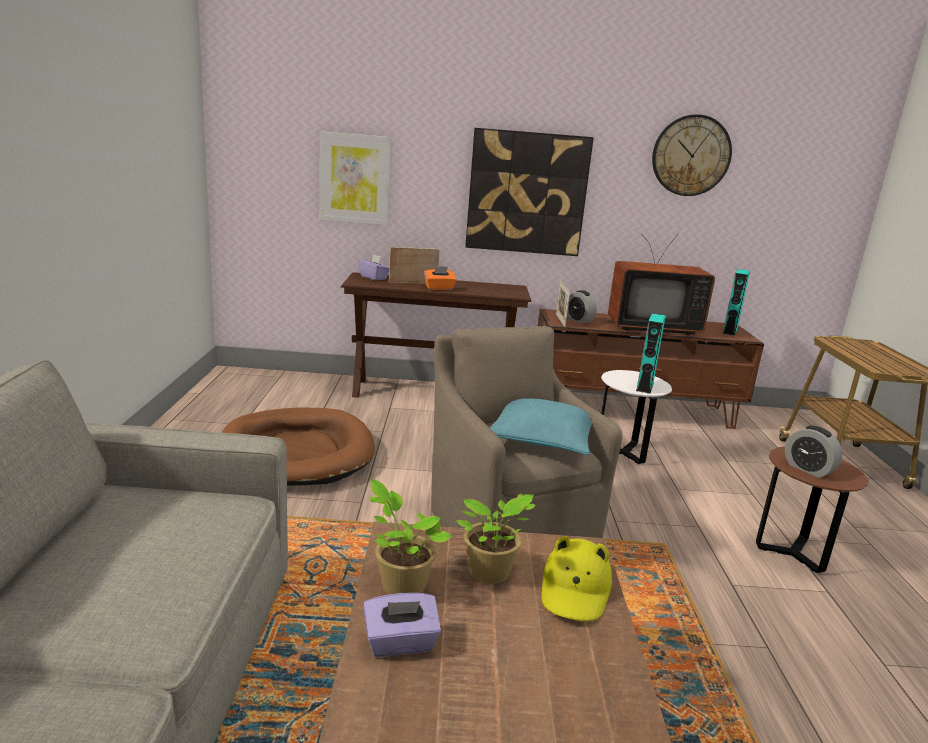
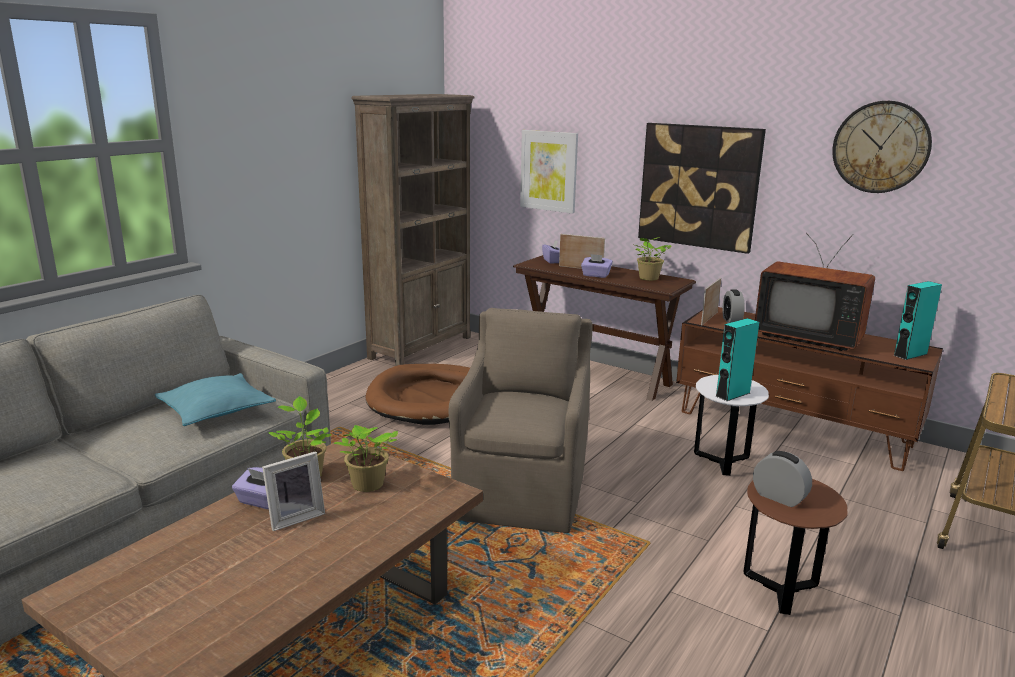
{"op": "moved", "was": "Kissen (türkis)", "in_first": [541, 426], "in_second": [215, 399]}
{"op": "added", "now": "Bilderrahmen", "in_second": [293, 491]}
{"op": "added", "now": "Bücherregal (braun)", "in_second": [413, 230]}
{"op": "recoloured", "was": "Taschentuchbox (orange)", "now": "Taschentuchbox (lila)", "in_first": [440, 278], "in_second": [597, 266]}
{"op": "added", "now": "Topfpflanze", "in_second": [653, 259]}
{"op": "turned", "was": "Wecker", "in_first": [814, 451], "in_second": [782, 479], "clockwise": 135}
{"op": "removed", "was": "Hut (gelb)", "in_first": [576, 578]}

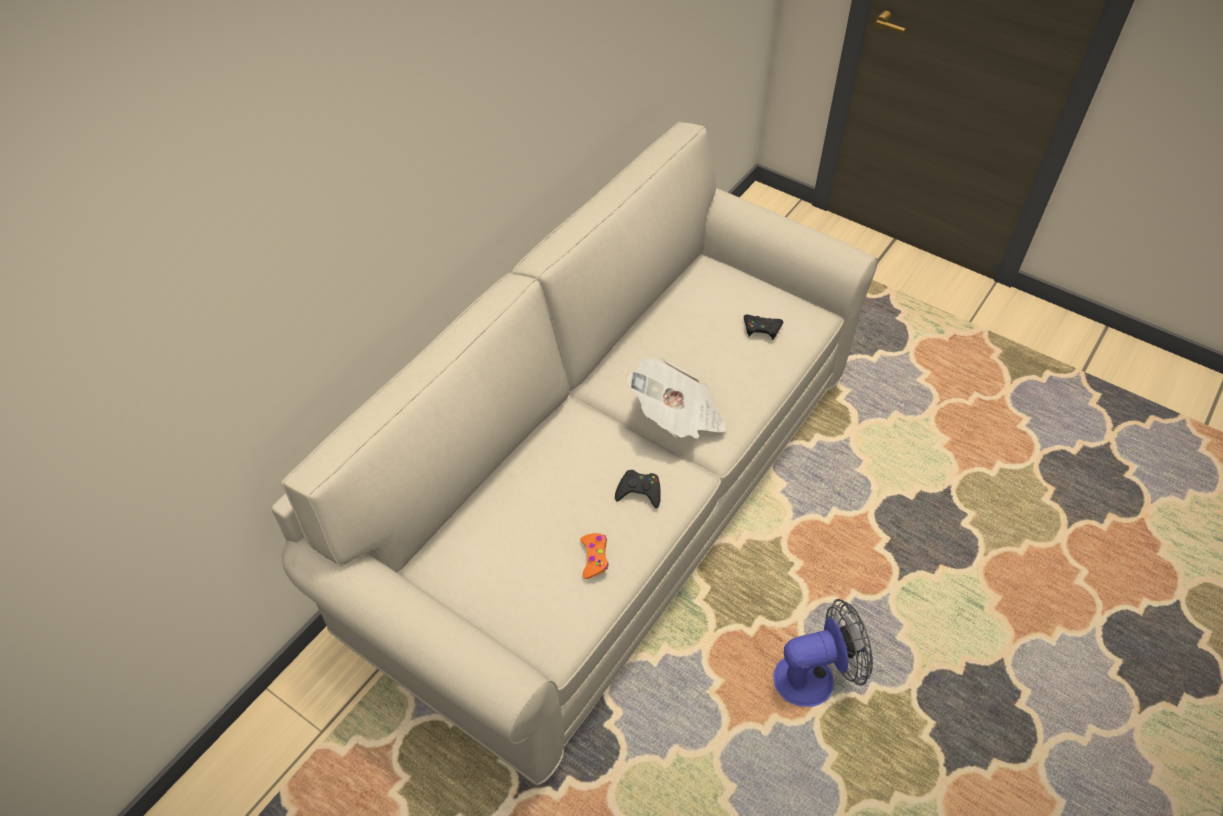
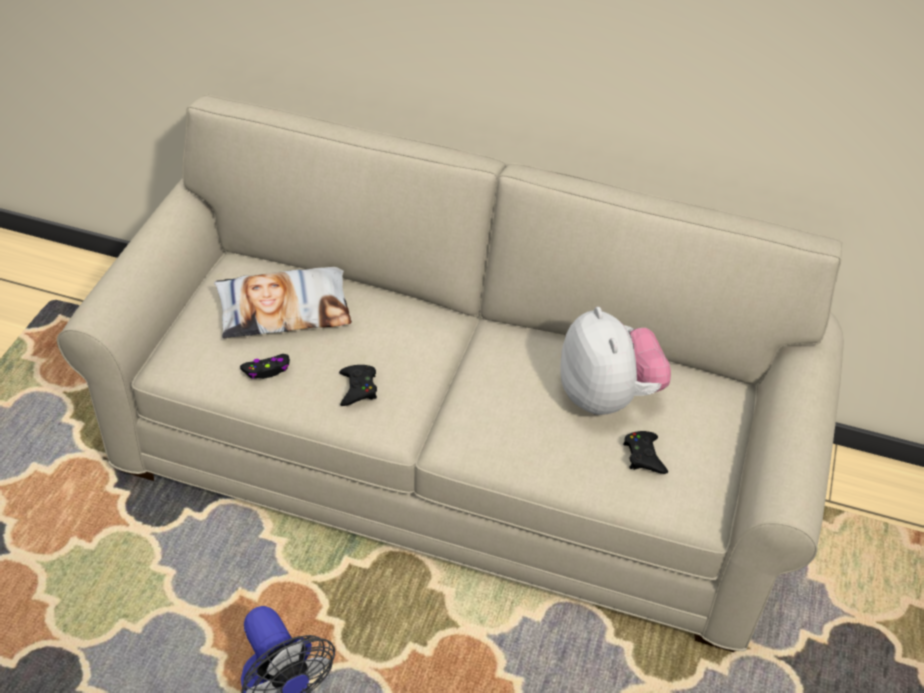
{"op": "added", "now": "Kissen", "in_second": [283, 302]}
{"op": "recoloured", "was": "Gamepad (orange)", "now": "Gamepad (schwarz)", "in_first": [594, 556], "in_second": [265, 366]}
{"op": "added", "now": "Plüschtier", "in_second": [615, 361]}
{"op": "removed", "was": "Zeitung", "in_first": [676, 398]}

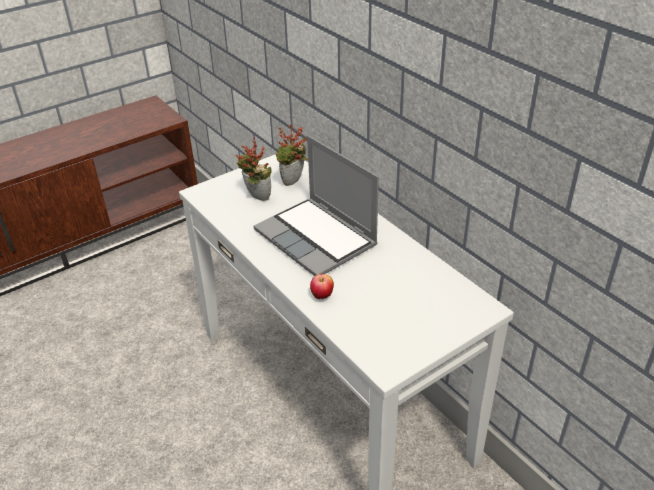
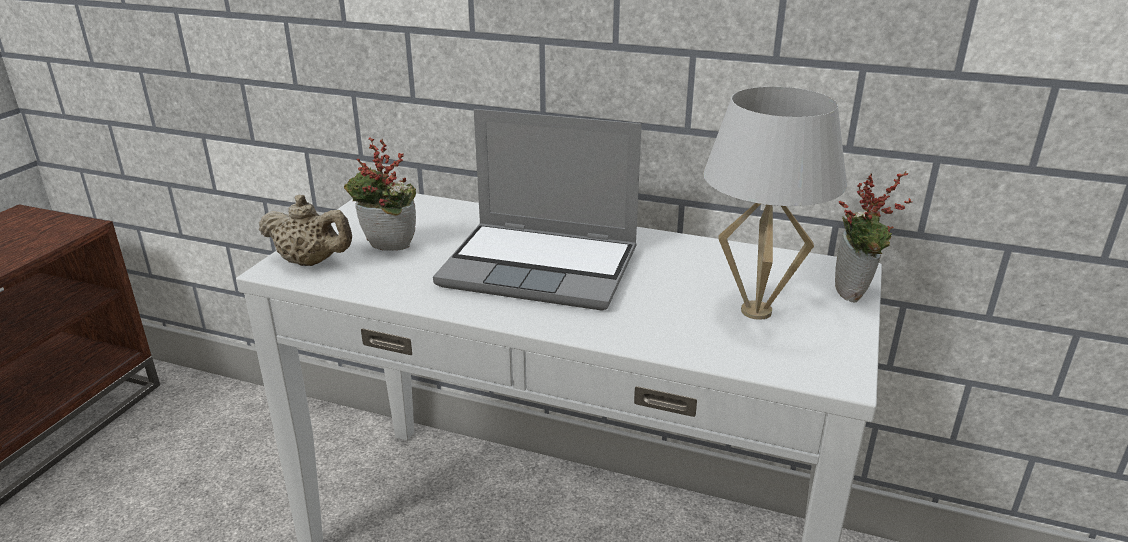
{"op": "added", "now": "Teekanne (beige)", "in_second": [305, 230]}
{"op": "added", "now": "Tischlampe (weiß)", "in_second": [775, 203]}
{"op": "moved", "was": "Topfpflanze", "in_first": [292, 155], "in_second": [873, 237]}
{"op": "removed", "was": "Apfel", "in_first": [322, 286]}

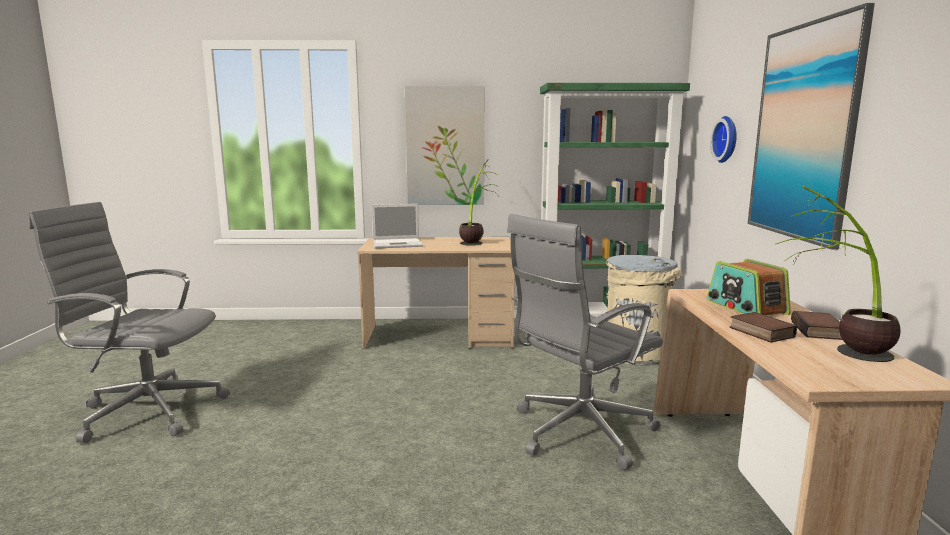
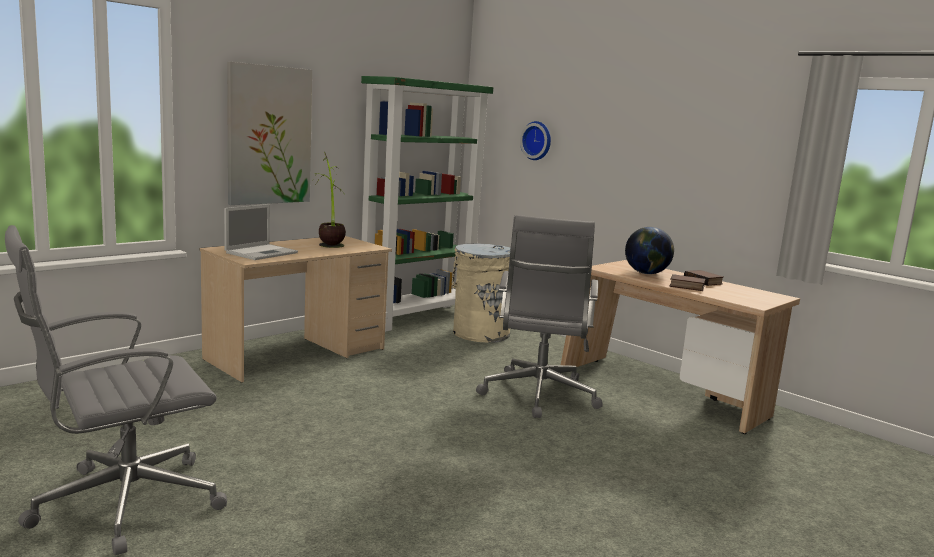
{"op": "replaced", "was": "Radio", "now": "Globus", "in_first": [749, 287], "in_second": [649, 250]}
{"op": "removed", "was": "Bild", "in_first": [811, 126]}
{"op": "removed", "was": "Topfpflanze", "in_first": [838, 274]}

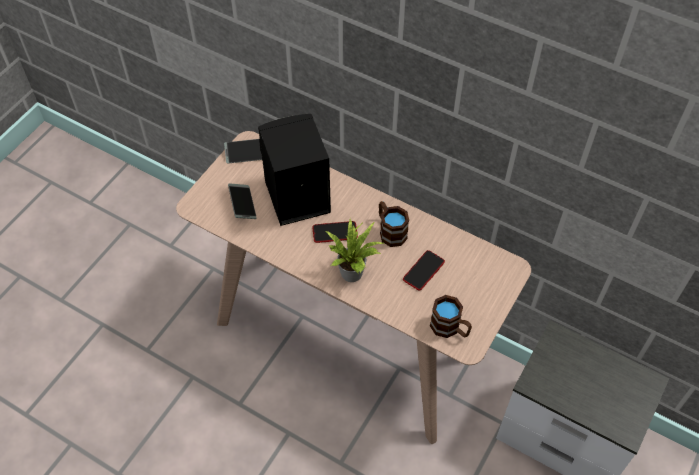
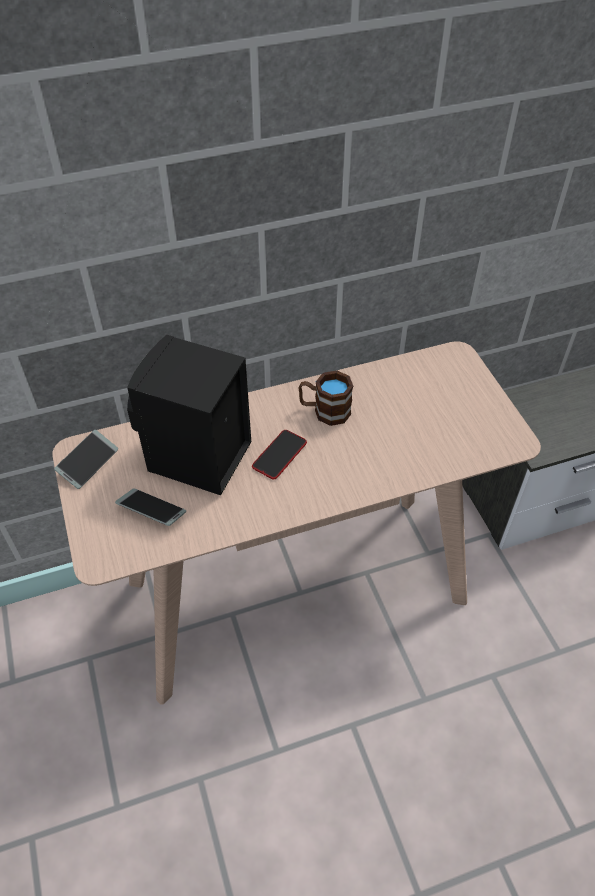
{"op": "removed", "was": "Topfpflanze", "in_first": [354, 250]}
{"op": "removed", "was": "Handy", "in_first": [424, 270]}
{"op": "removed", "was": "Henkelbecher (braun)", "in_first": [451, 316]}

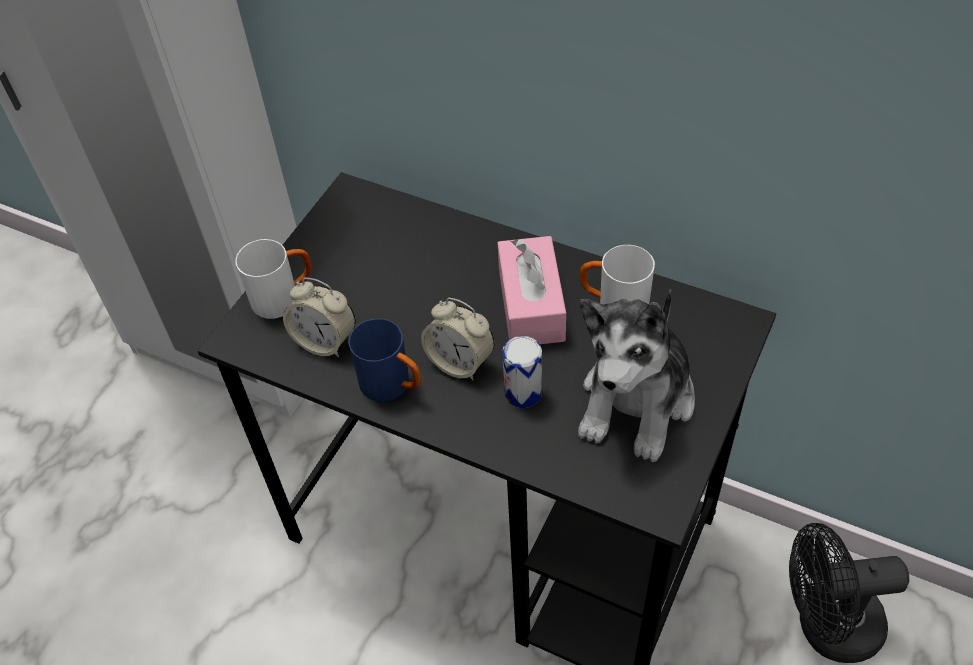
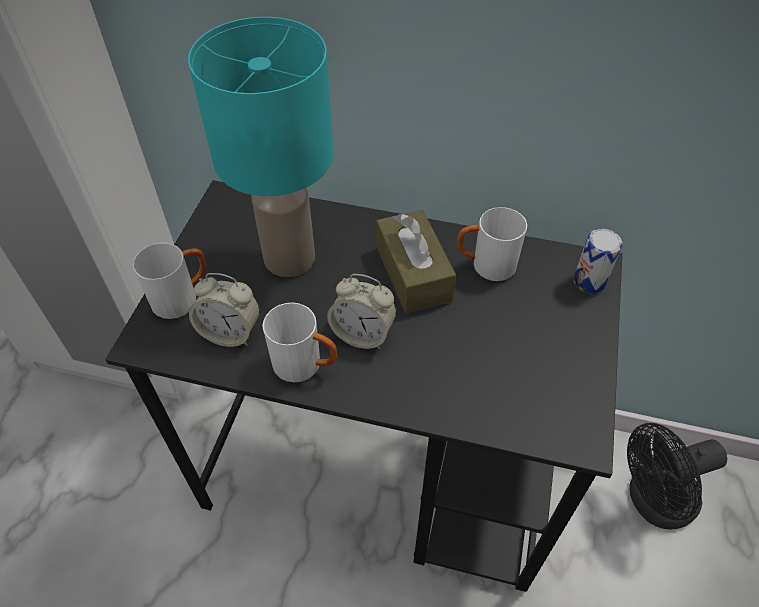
{"op": "added", "now": "Tischlampe (türkis)", "in_second": [260, 147]}
{"op": "recoloured", "was": "Henkelbecher (blau)", "now": "Henkelbecher (weiß)", "in_first": [384, 360], "in_second": [300, 342]}
{"op": "recoloured", "was": "Taschentuchbox (rosa)", "now": "Taschentuchbox (braun)", "in_first": [532, 290], "in_second": [416, 262]}
{"op": "moved", "was": "Dose", "in_first": [522, 372], "in_second": [597, 261]}
{"op": "removed", "was": "Plüschtier", "in_first": [636, 375]}

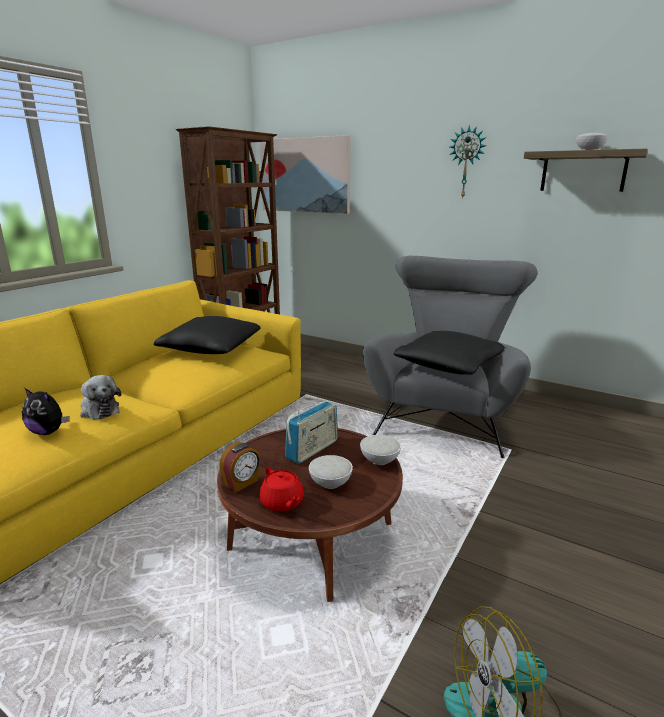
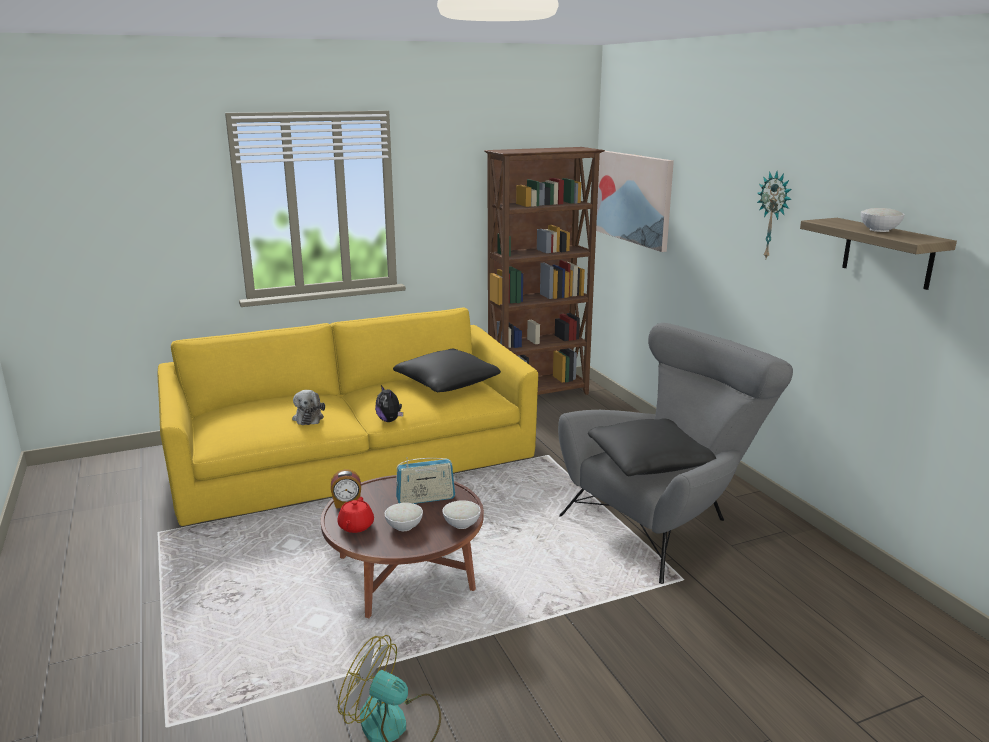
{"op": "moved", "was": "Plüschtier", "in_first": [46, 411], "in_second": [389, 403]}

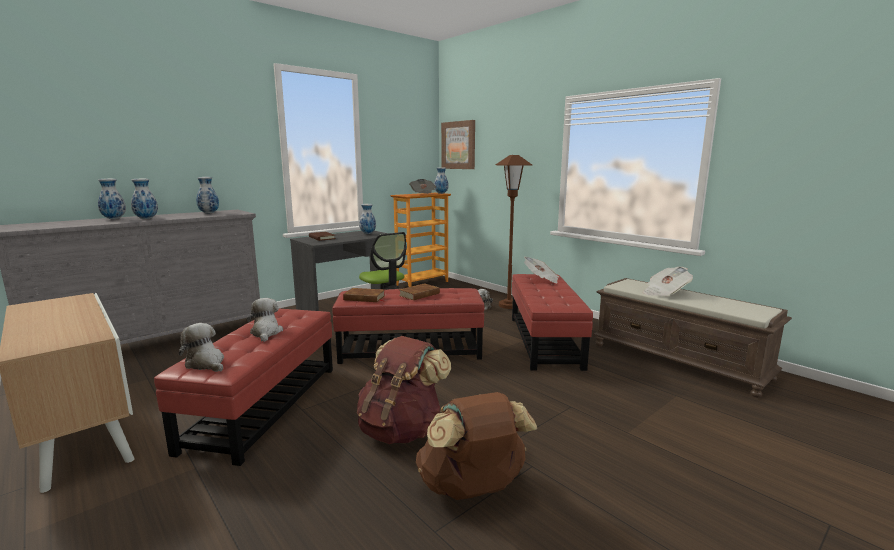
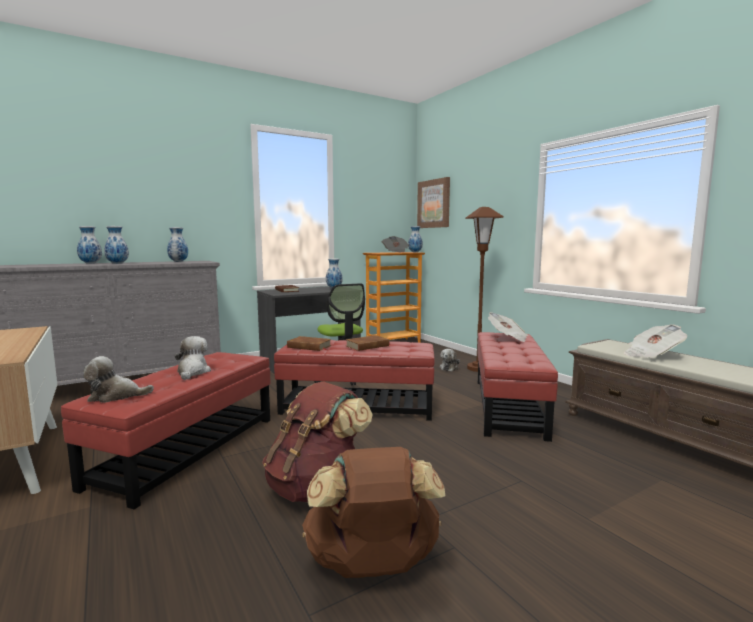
{"op": "turned", "was": "Plüschtier", "in_first": [201, 347], "in_second": [118, 379], "clockwise": -60}

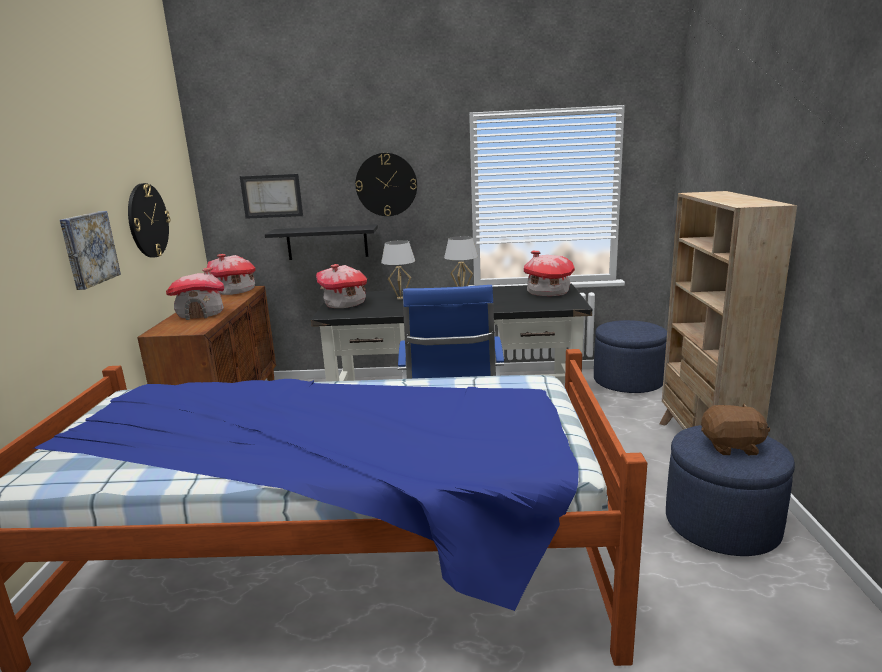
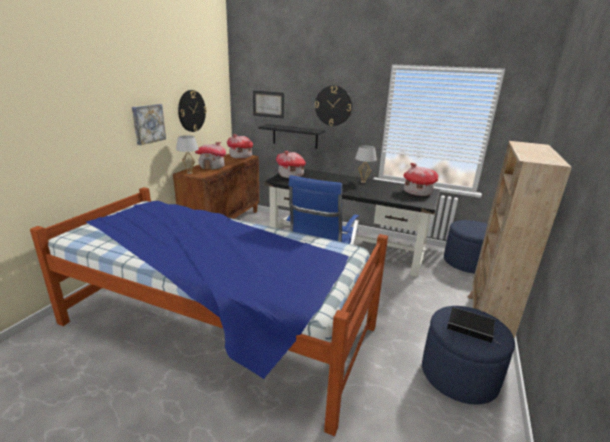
{"op": "moved", "was": "Tischlampe (weiß)", "in_first": [398, 270], "in_second": [187, 154]}
{"op": "replaced", "was": "Plüschtier (braun)", "now": "Buch", "in_first": [735, 429], "in_second": [474, 326]}

